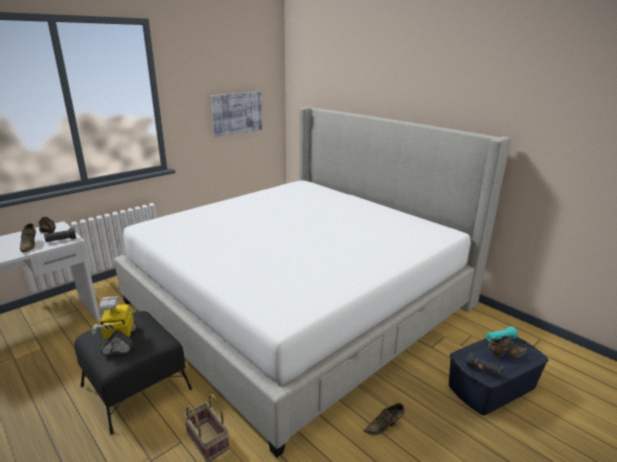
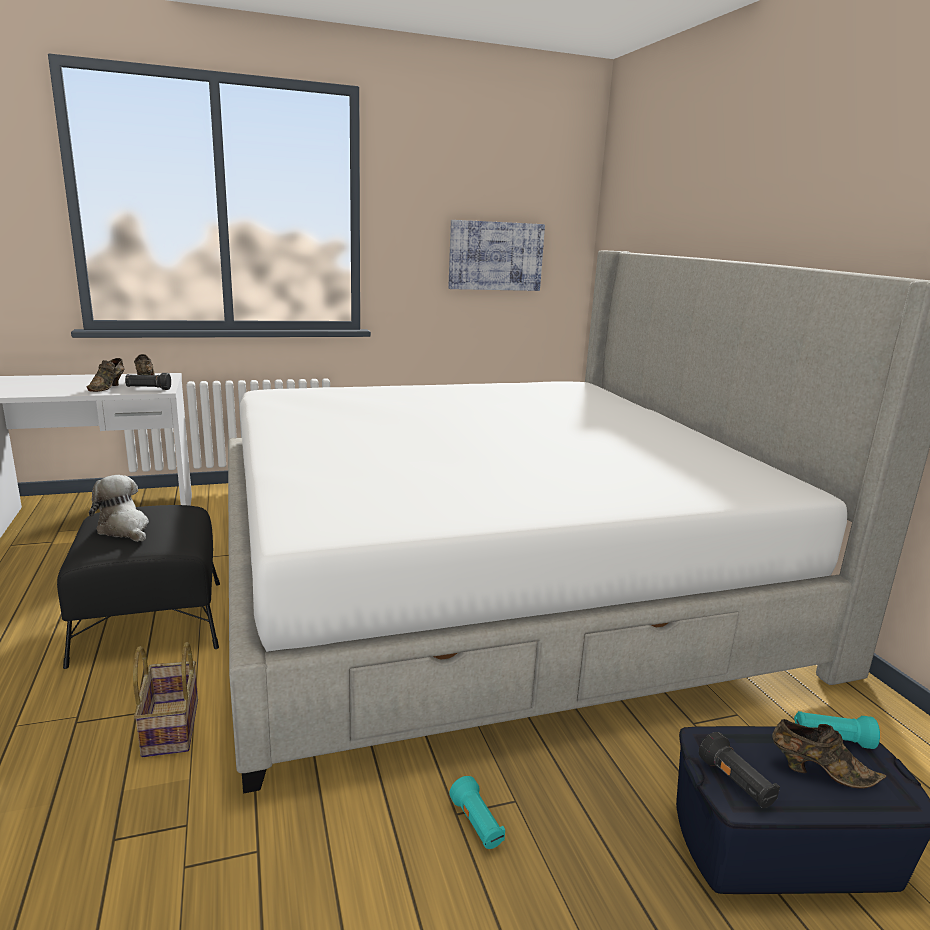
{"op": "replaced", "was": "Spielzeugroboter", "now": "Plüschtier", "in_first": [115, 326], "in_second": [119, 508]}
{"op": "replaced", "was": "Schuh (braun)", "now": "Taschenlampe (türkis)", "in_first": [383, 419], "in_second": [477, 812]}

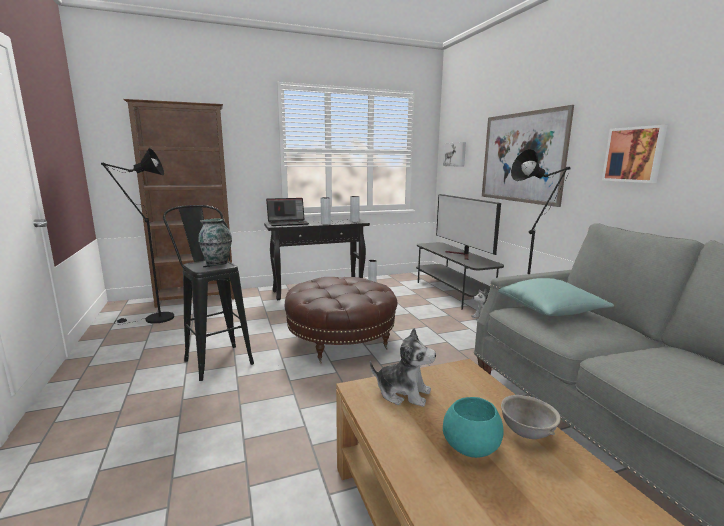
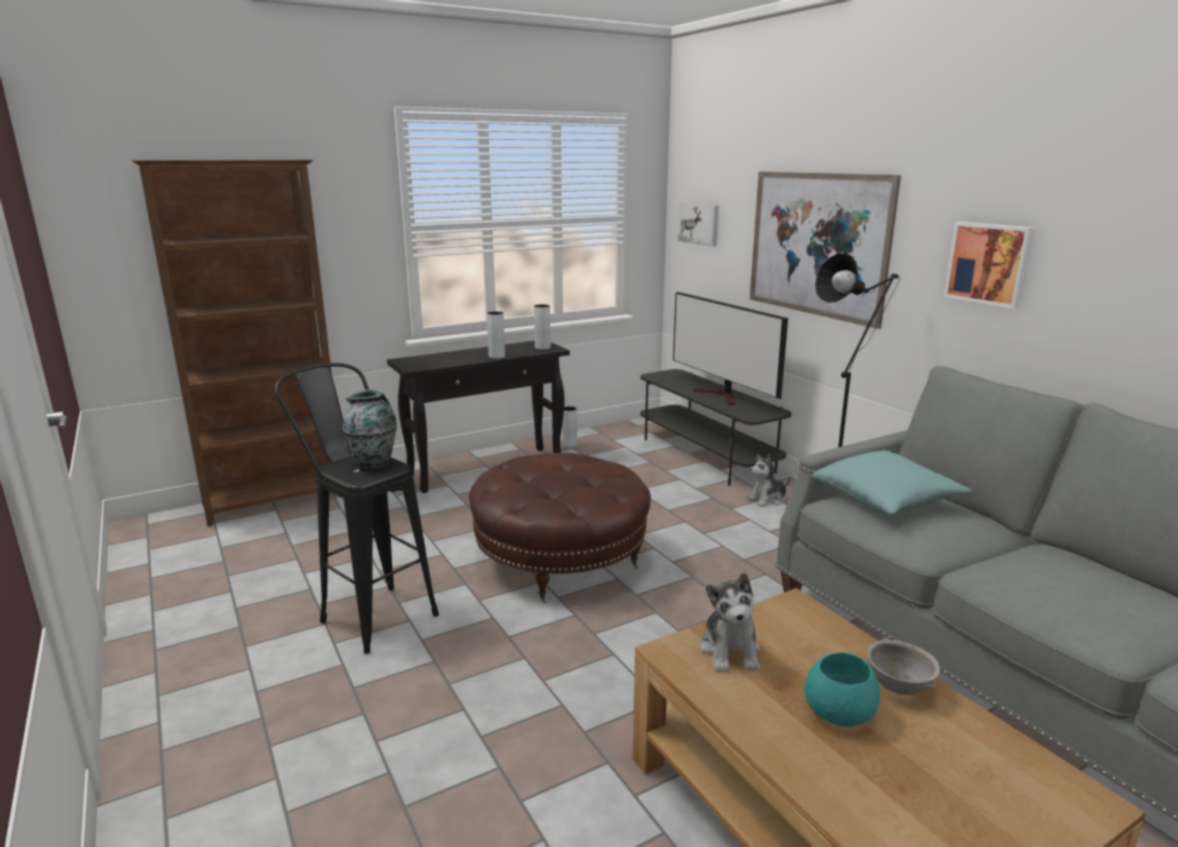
{"op": "turned", "was": "Plüschtier", "in_first": [403, 367], "in_second": [730, 622], "clockwise": 75}
{"op": "removed", "was": "Stehlampe (schwarz)", "in_first": [137, 236]}
{"op": "removed", "was": "Laptop", "in_first": [287, 212]}

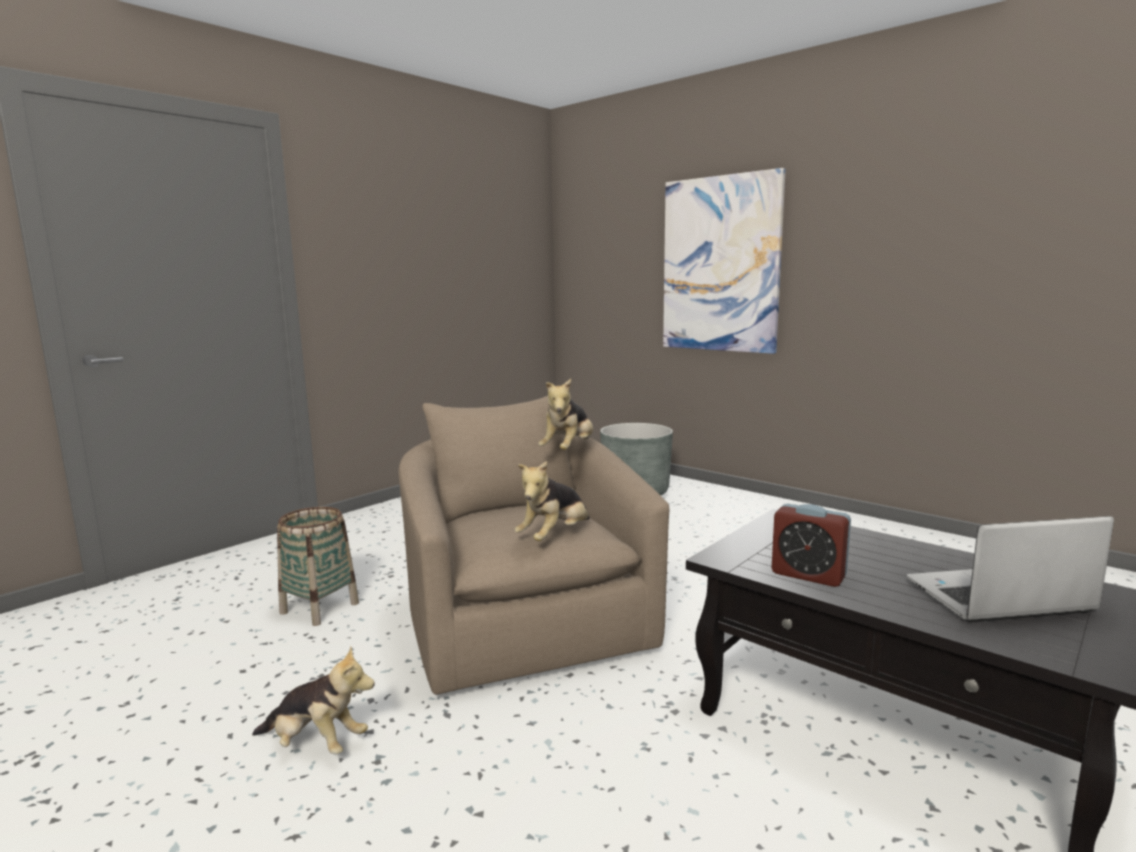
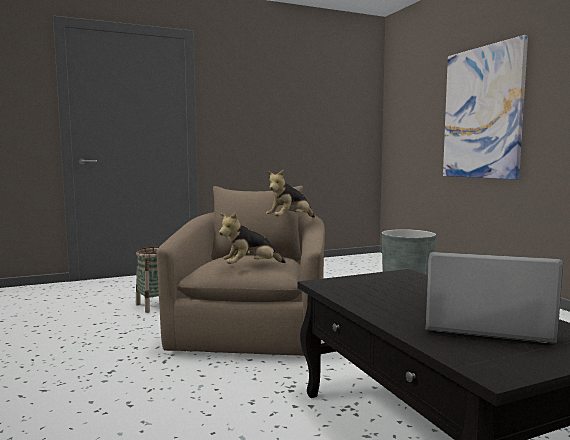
{"op": "removed", "was": "Plüschtier", "in_first": [313, 700]}
{"op": "removed", "was": "Wecker", "in_first": [811, 545]}

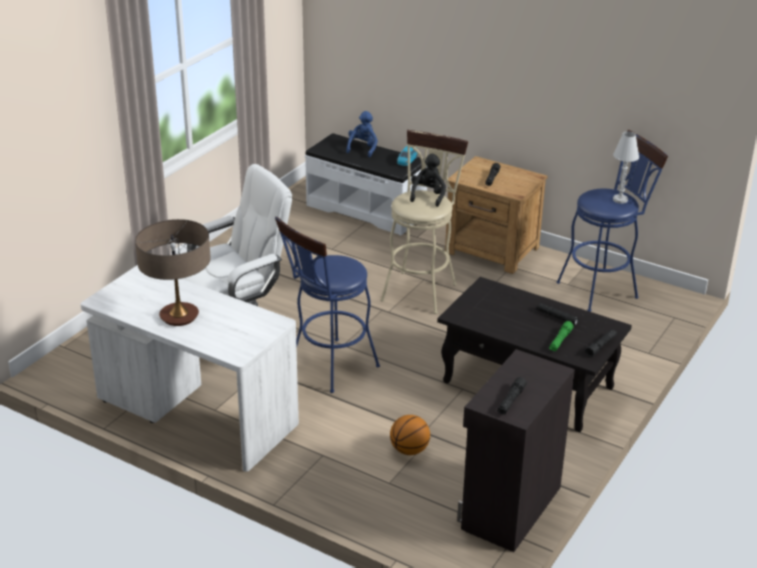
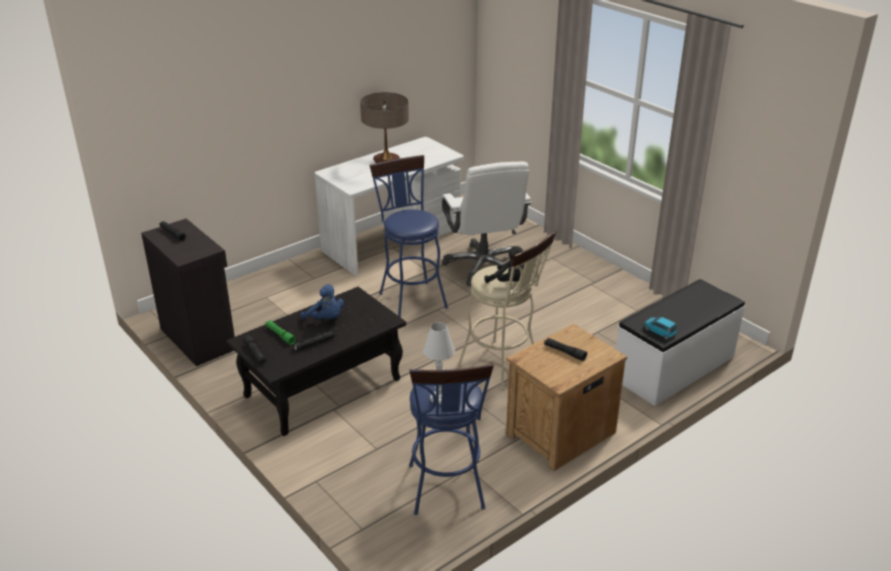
{"op": "moved", "was": "Plüschtier (blau)", "in_first": [362, 134], "in_second": [322, 302]}
{"op": "removed", "was": "Basketball", "in_first": [410, 435]}

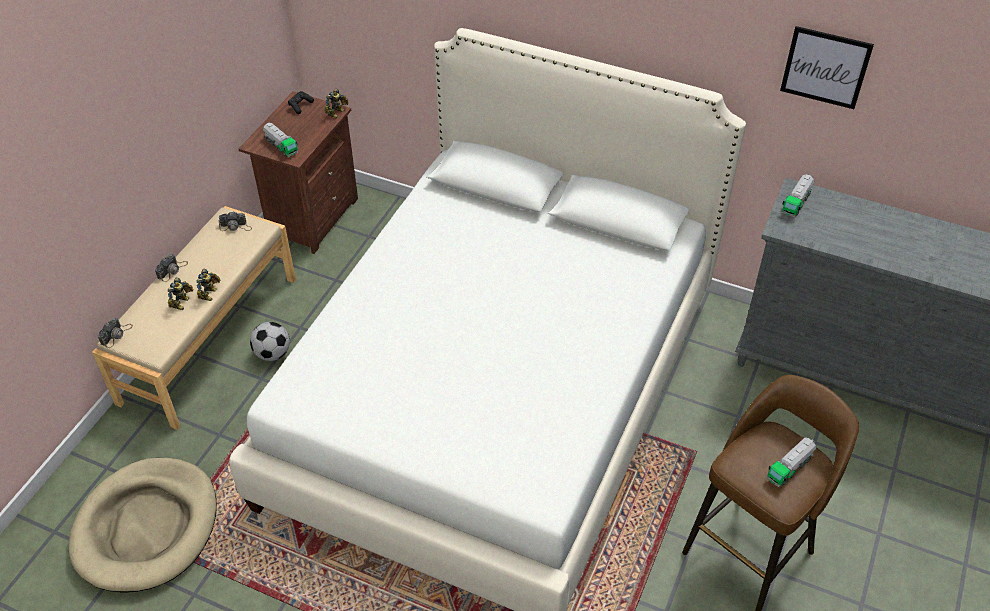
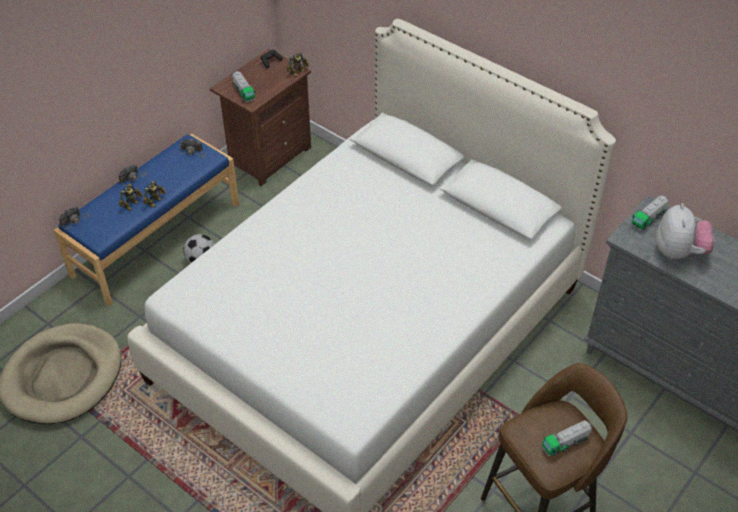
{"op": "recoloured", "was": "Bank (beige)", "now": "Bank (blau)", "in_first": [194, 318], "in_second": [146, 219]}
{"op": "added", "now": "Plüschtier", "in_second": [685, 231]}
{"op": "removed", "was": "Bild", "in_first": [827, 67]}

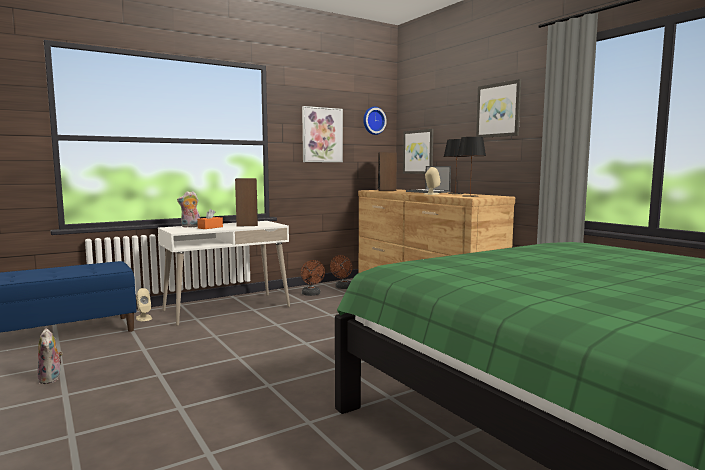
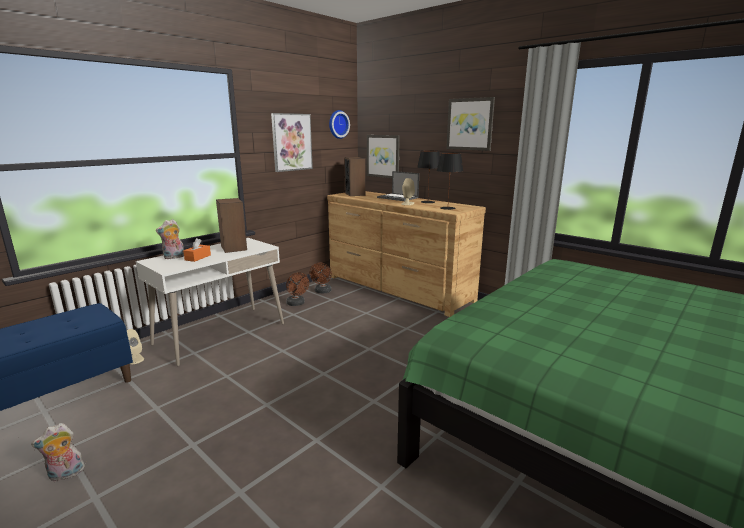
{"op": "turned", "was": "Plüschtier", "in_first": [50, 356], "in_second": [58, 452], "clockwise": 105}

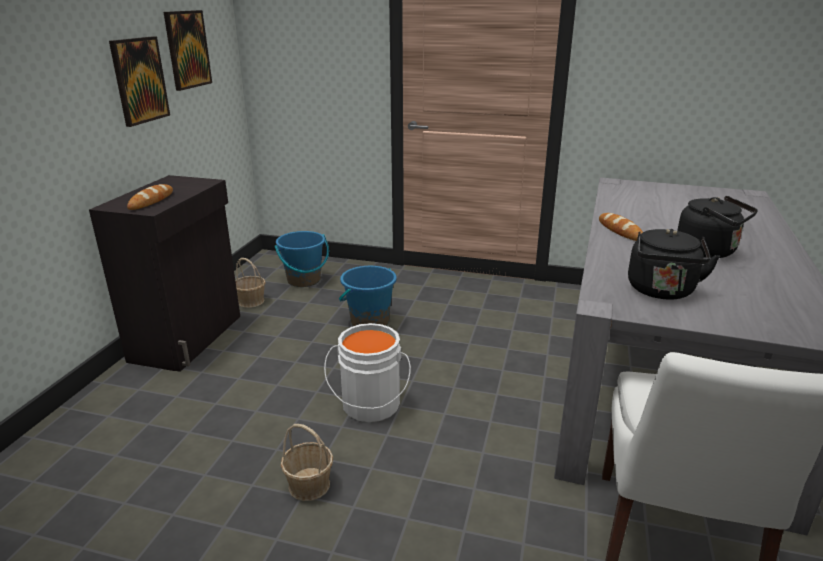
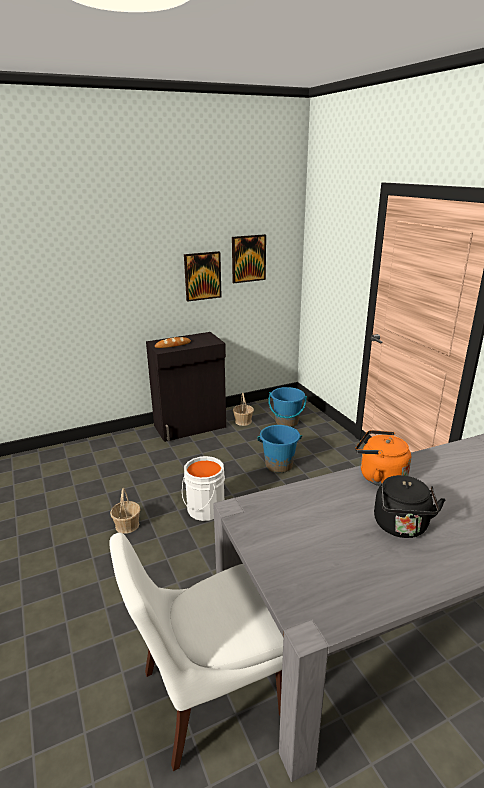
{"op": "replaced", "was": "Brot", "now": "Wasserkessel (orange)", "in_first": [621, 227], "in_second": [383, 458]}
{"op": "removed", "was": "Wasserkessel (schwarz)", "in_first": [674, 264]}

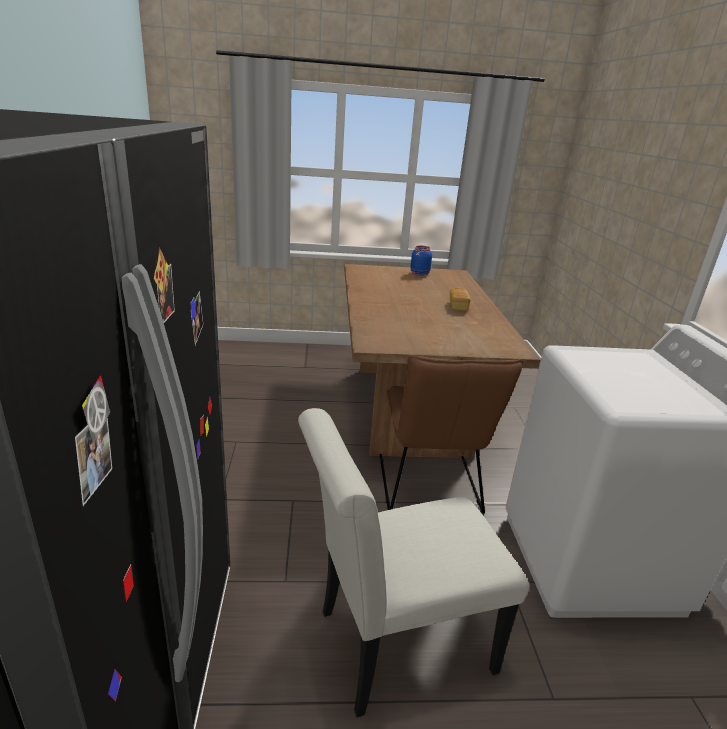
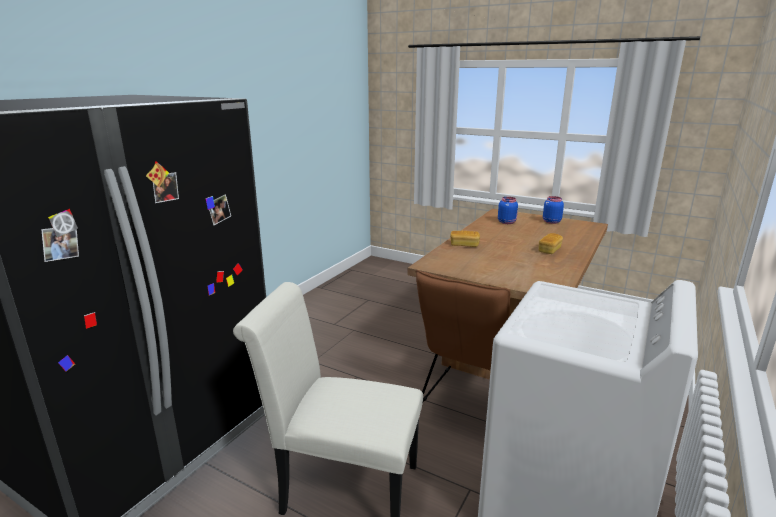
{"op": "added", "now": "Brot", "in_second": [465, 239]}
{"op": "added", "now": "Vorratsglas (blau)", "in_second": [508, 210]}

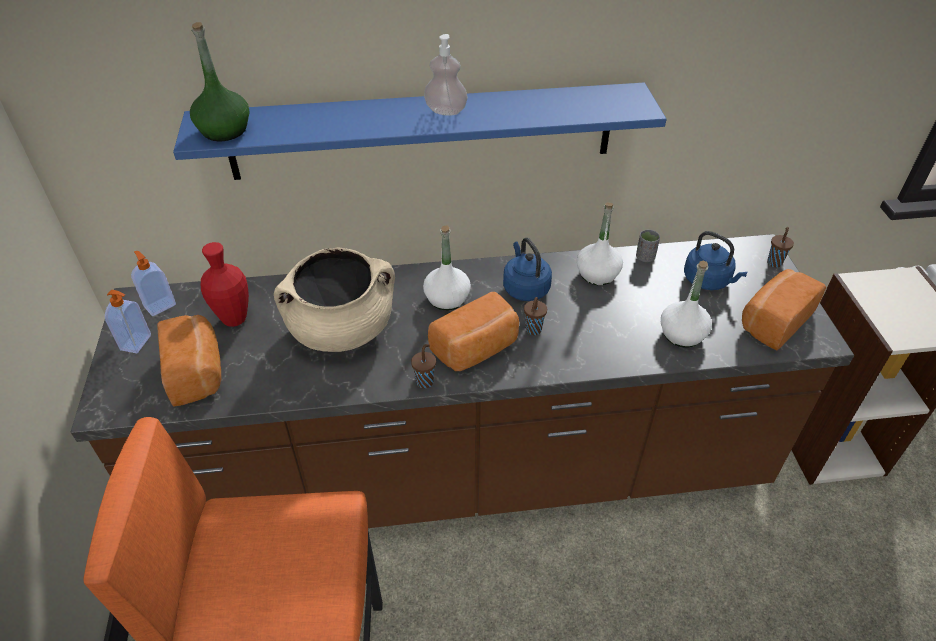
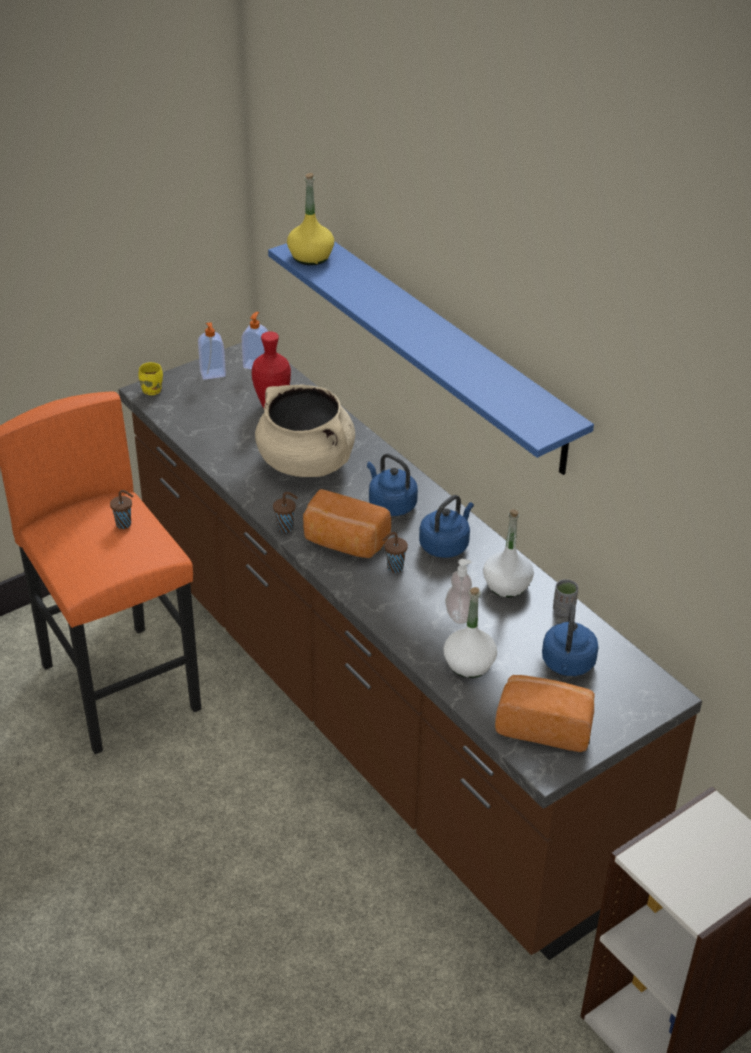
{"op": "moved", "was": "Tasse (braun)", "in_first": [780, 247], "in_second": [121, 509]}
{"op": "added", "now": "Henkelbecher (gelb)", "in_second": [150, 378]}
{"op": "recoloured", "was": "Flasche (grün)", "now": "Flasche (gelb)", "in_first": [219, 81], "in_second": [310, 219]}
{"op": "replaced", "was": "Flasche (weiß)", "now": "Wasserkessel (blau)", "in_first": [447, 268], "in_second": [392, 484]}
{"op": "moved", "was": "Seifenspender", "in_first": [446, 75], "in_second": [458, 591]}
{"op": "removed", "was": "Brot", "in_first": [189, 360]}

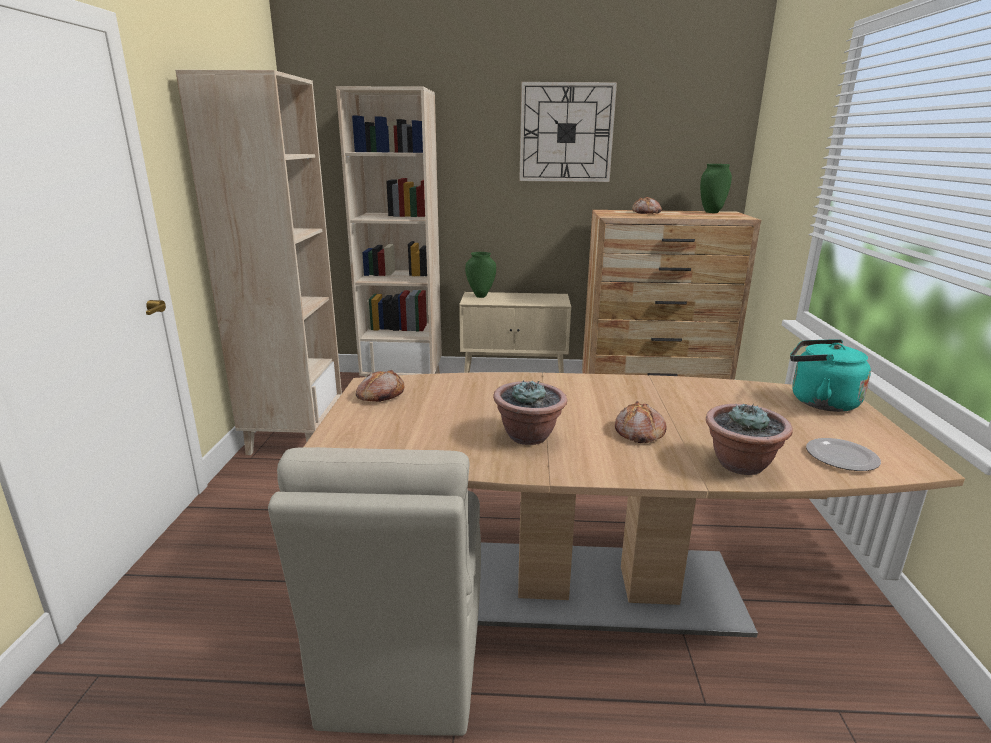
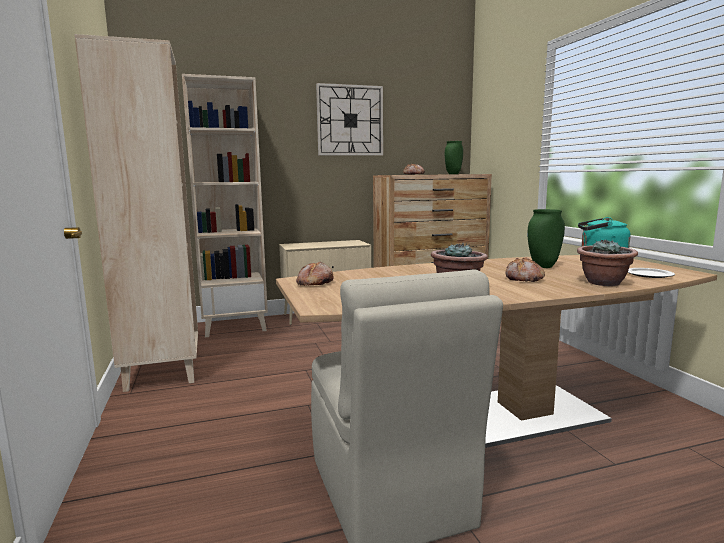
{"op": "moved", "was": "Vase (grün)", "in_first": [480, 275], "in_second": [546, 238]}

